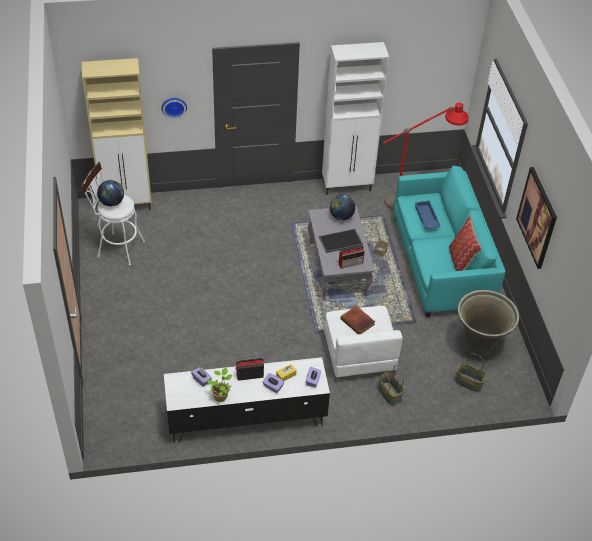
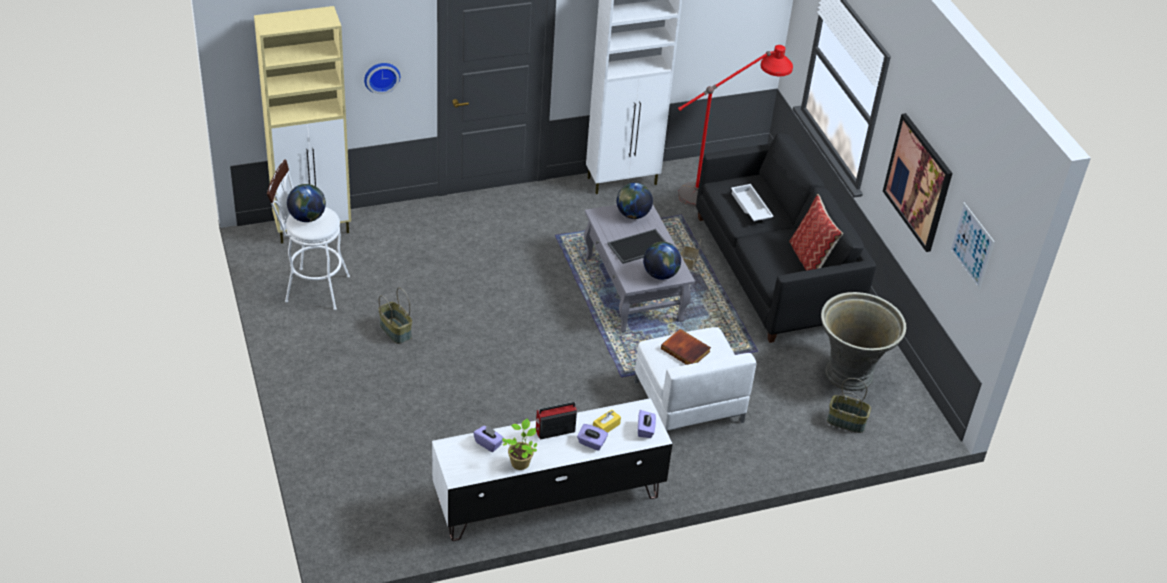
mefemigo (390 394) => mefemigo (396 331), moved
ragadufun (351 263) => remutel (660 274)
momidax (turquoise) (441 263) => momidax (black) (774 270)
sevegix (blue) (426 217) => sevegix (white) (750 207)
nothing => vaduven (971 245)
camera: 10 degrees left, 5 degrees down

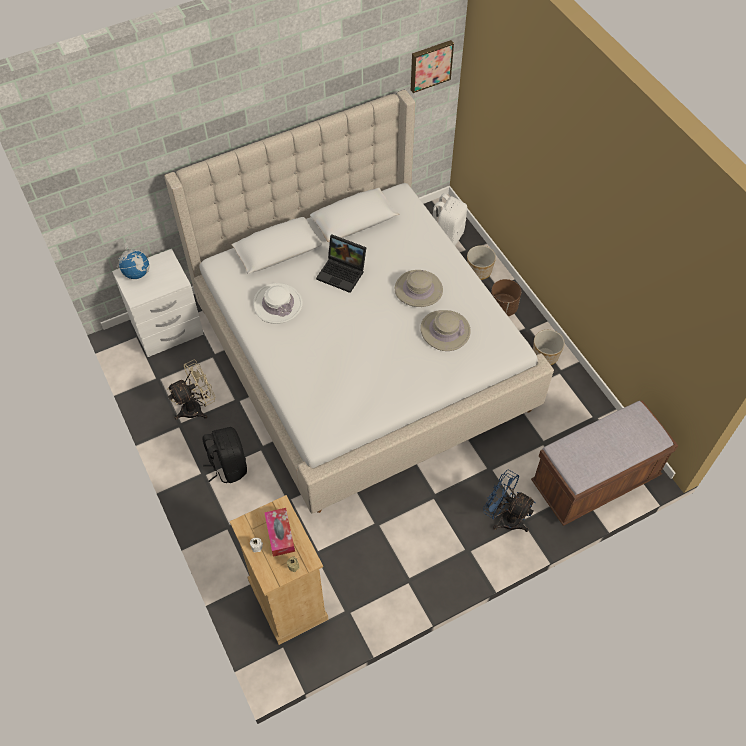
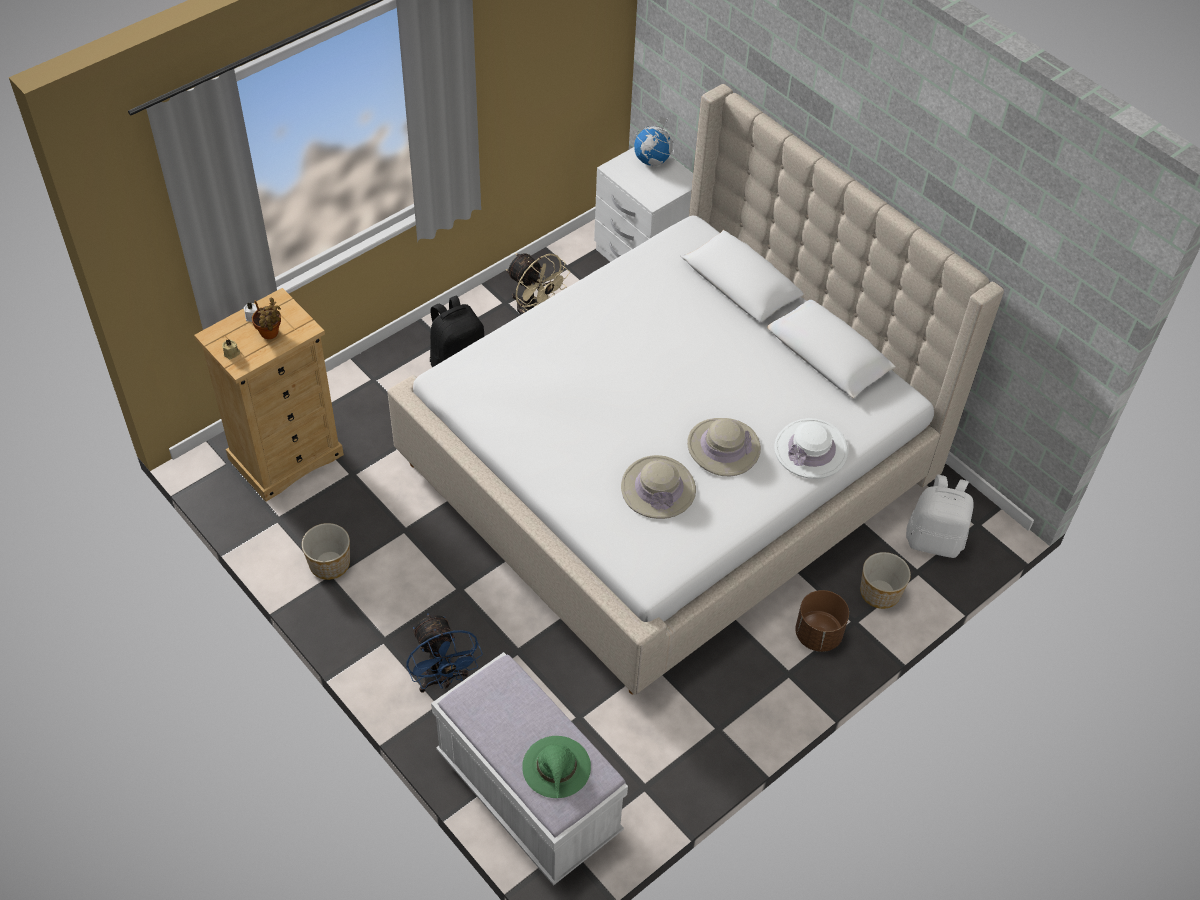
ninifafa (280 534) => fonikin (270 334)
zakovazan (545 356) => zakovazan (330 564), moved
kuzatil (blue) (504 517) => kuzatil (blue) (442 679), 135 degrees clockwise
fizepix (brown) (594 481) => fizepix (white) (528 795)
nothing => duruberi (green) (557 768)
duruberi (white) (278 304) => duruberi (white) (811 450), moved
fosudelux (343 273) => nothing
vaduven (430 65) => nothing
camera: 75 degrees right, 5 degrees down

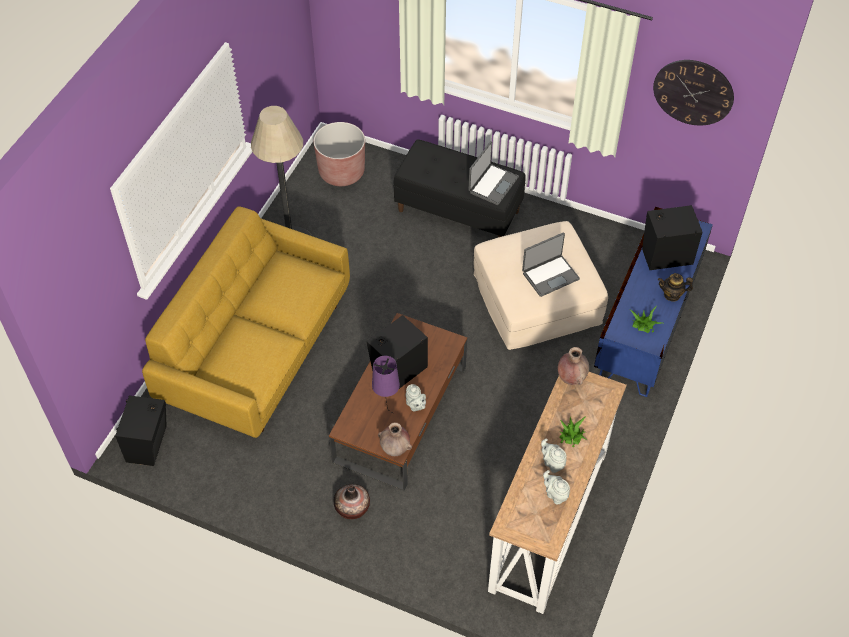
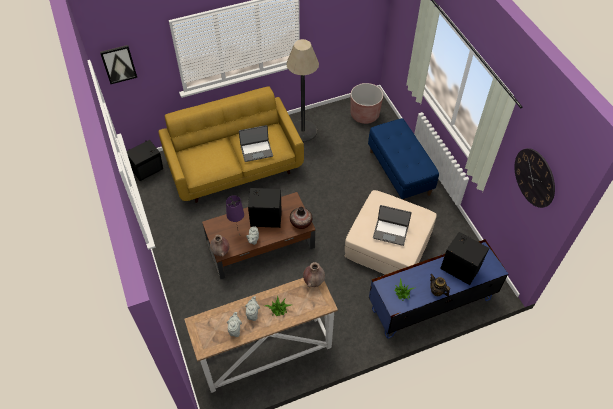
nothing => vaduven (118 64)
fosudelux (492 184) => fosudelux (256 150), moved
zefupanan (352 508) => zefupanan (301 223), moved
fizepix (black) (459 211) => fizepix (blue) (400 173)
camera: 45 degrees right, 0 degrees up

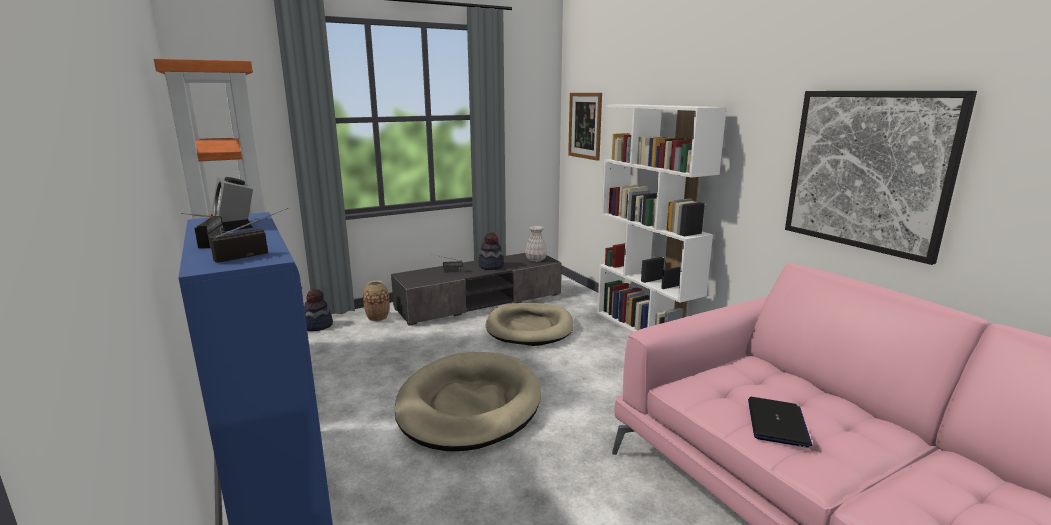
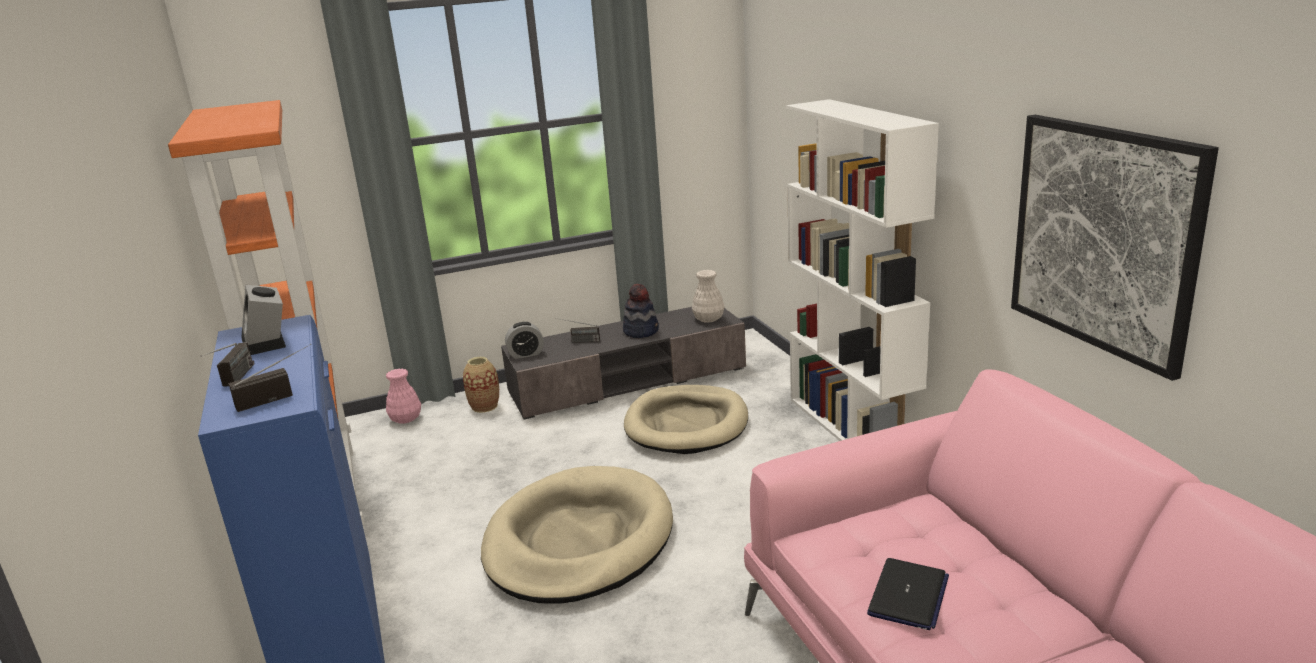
duruberi (317 326) => zefupanan (pink) (405 419)
nothing => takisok (526 354)
vaduven (585 125) => nothing
camera: 10 degrees right, 5 degrees up

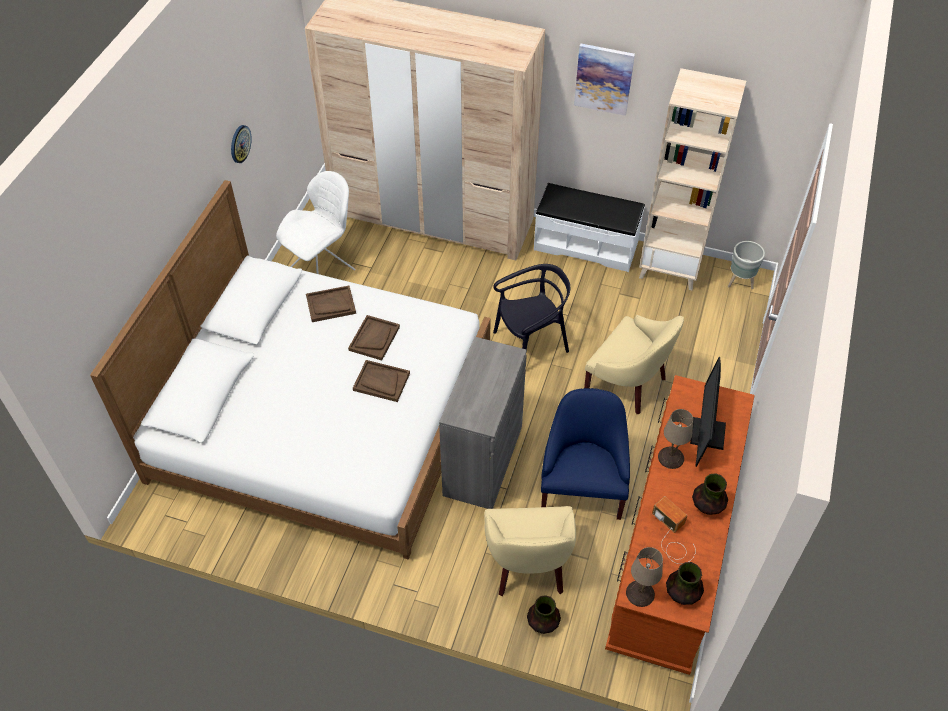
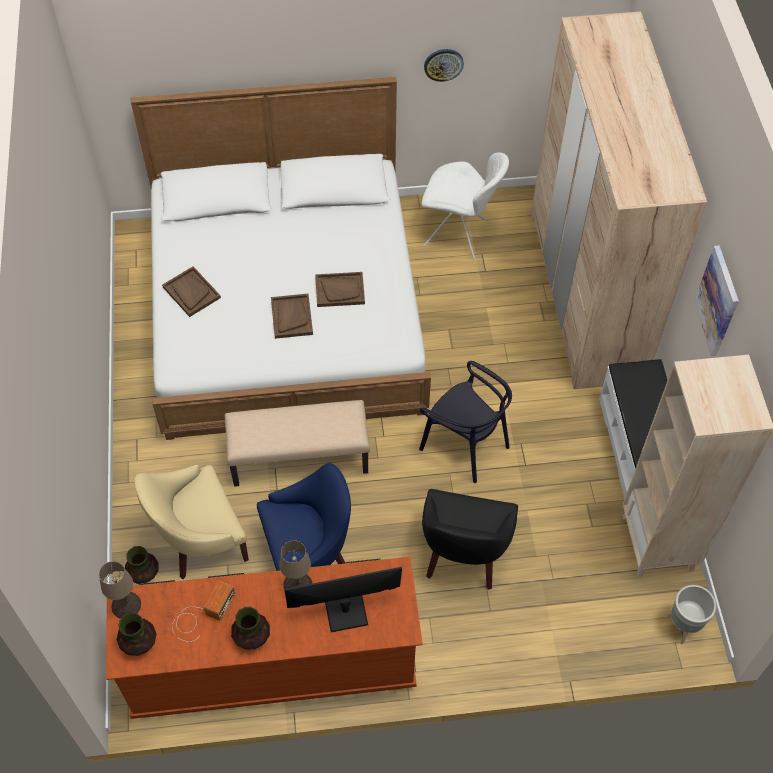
sevegix (brown) (330 305) => sevegix (brown) (191 292), moved
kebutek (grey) (483 460) => fizepix (beige) (300 457)
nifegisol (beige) (628 383) => nifegisol (black) (463 554)
camera: 65 degrees right, 5 degrees up

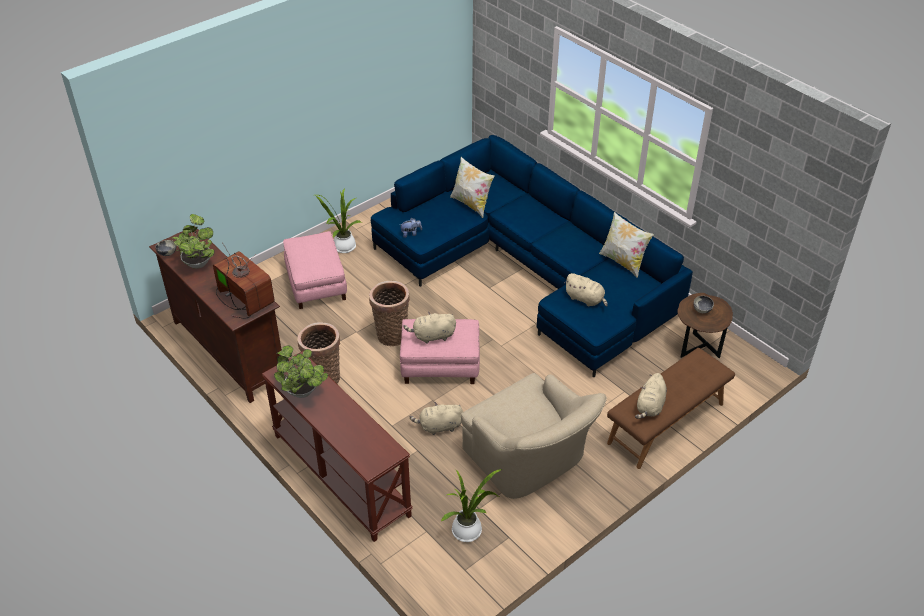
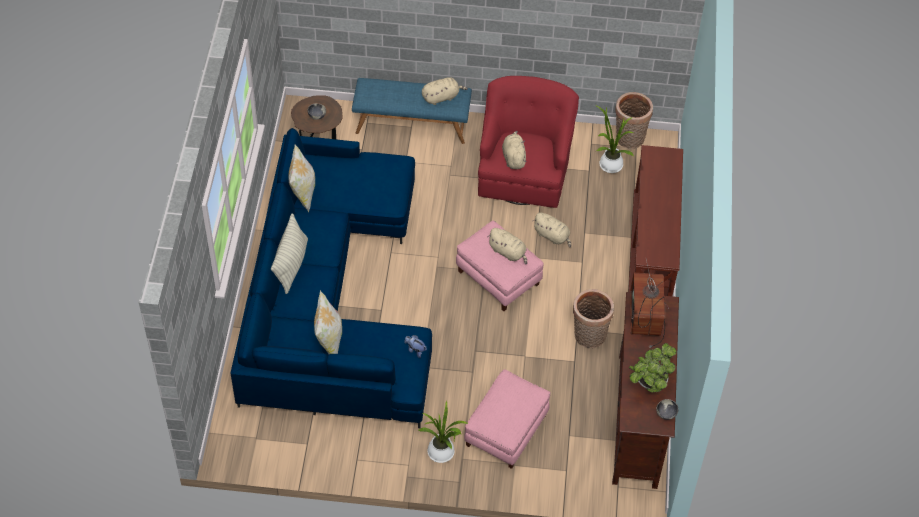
nothing => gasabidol (291 264)
fizepix (brown) (666 423) => fizepix (blue) (412 124)
nifegisol (beige) (530 461) => nifegisol (red) (524 171)
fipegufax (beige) (585 299) => fipegufax (beige) (513 157), moved
mefemigo (391 334) => mefemigo (629 139), moved
fonikin (304 393) => nothing
camera: 135 degrees left, 10 degrees up

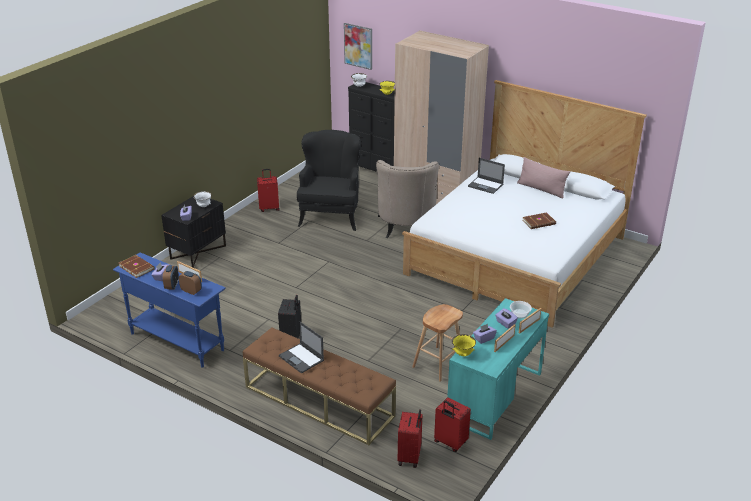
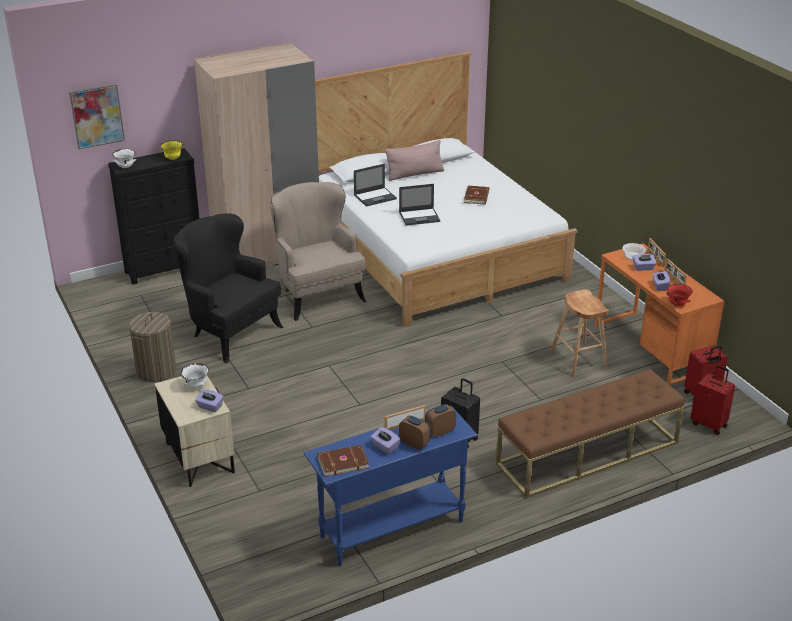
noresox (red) (269 208) => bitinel (156 371)
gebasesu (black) (198 252) => gebasesu (beige) (198 458)
nifegisol (beige) (406 229) => nifegisol (beige) (317 295), 150 degrees counterclockwise
fosudelux (301 358) => fosudelux (420 217), moved
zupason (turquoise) (494 396) => zupason (orange) (650 347)
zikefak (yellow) (463 354) => zikefak (red) (677 304)
camera: 60 degrees left, 0 degrees up

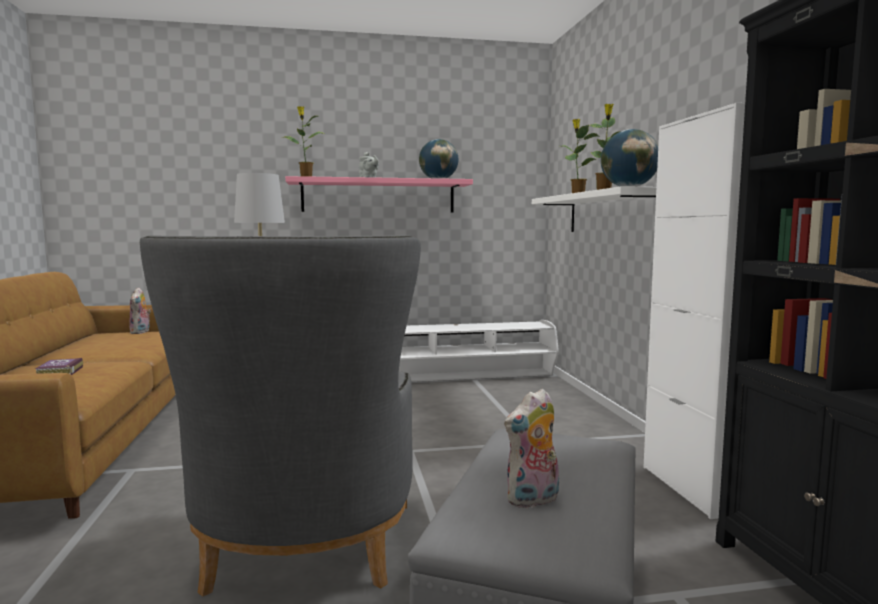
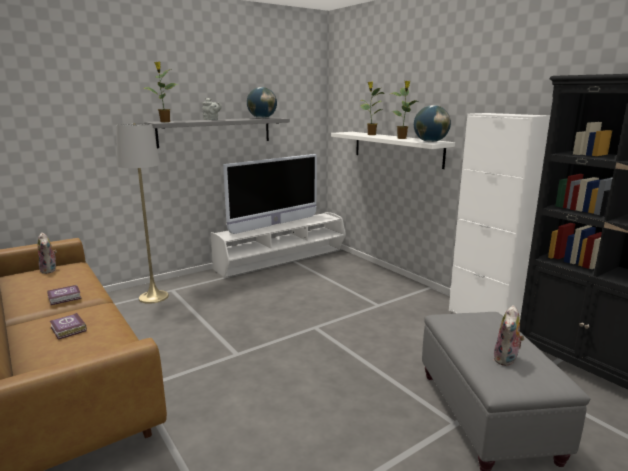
nothing => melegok (65 298)
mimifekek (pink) (378 196) => mimifekek (grey) (215 132)
nothing => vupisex (275 224)
nifegisol (grey) (301 558) => nothing
camera: 25 degrees left, 10 degrees up

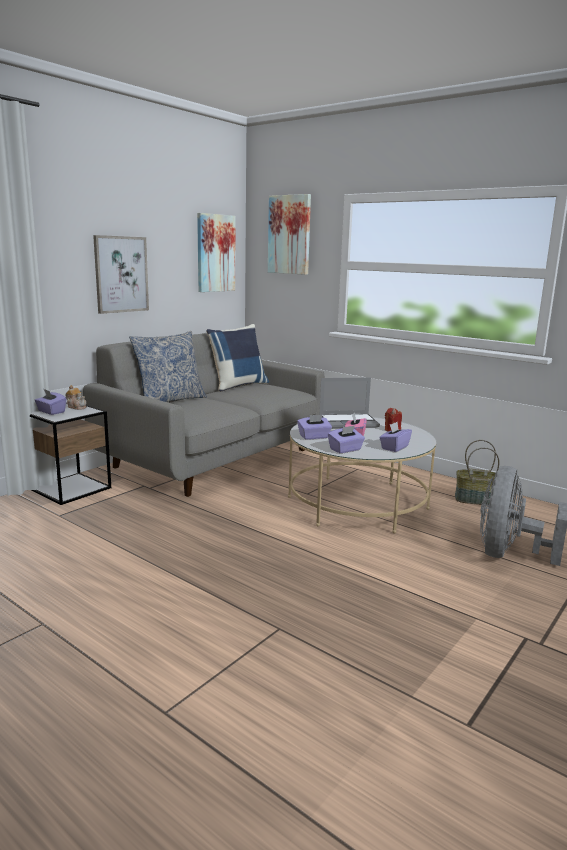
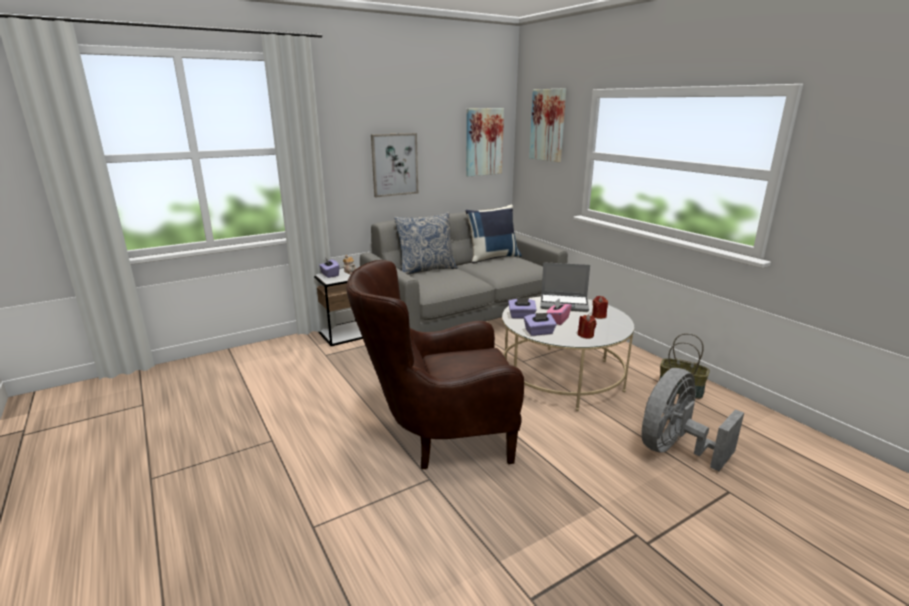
nothing => nifegisol (brown) (439 438)
ninifafa (purple) (394 447) => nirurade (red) (585 335)
camera: 20 degrees right, 5 degrees up

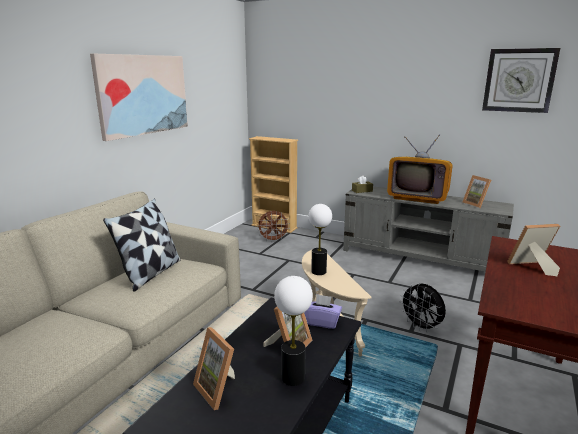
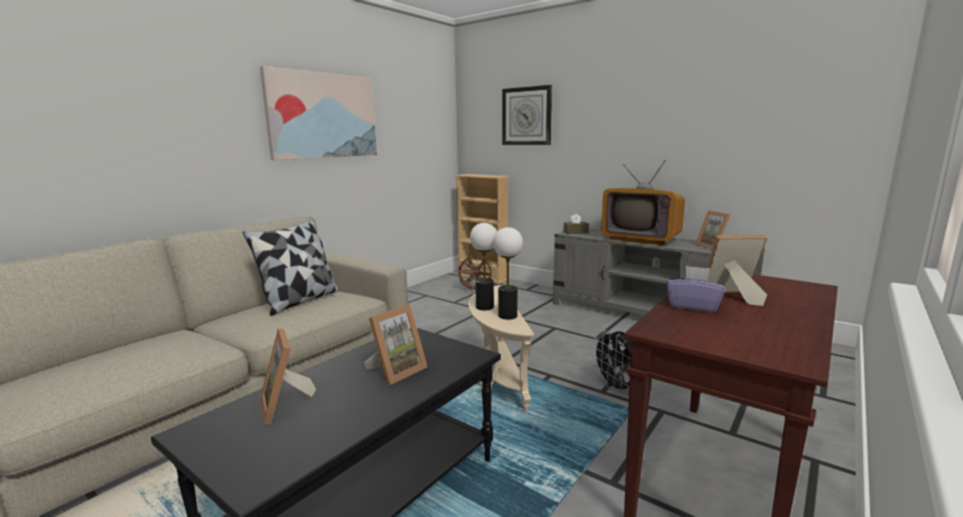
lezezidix (293 378) => lezezidix (507 316), moved
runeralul (519 80) => runeralul (526 116), moved
ninifafa (purple) (322 322) => ninifafa (purple) (693 306), moved
camera: 10 degrees right, 5 degrees down

